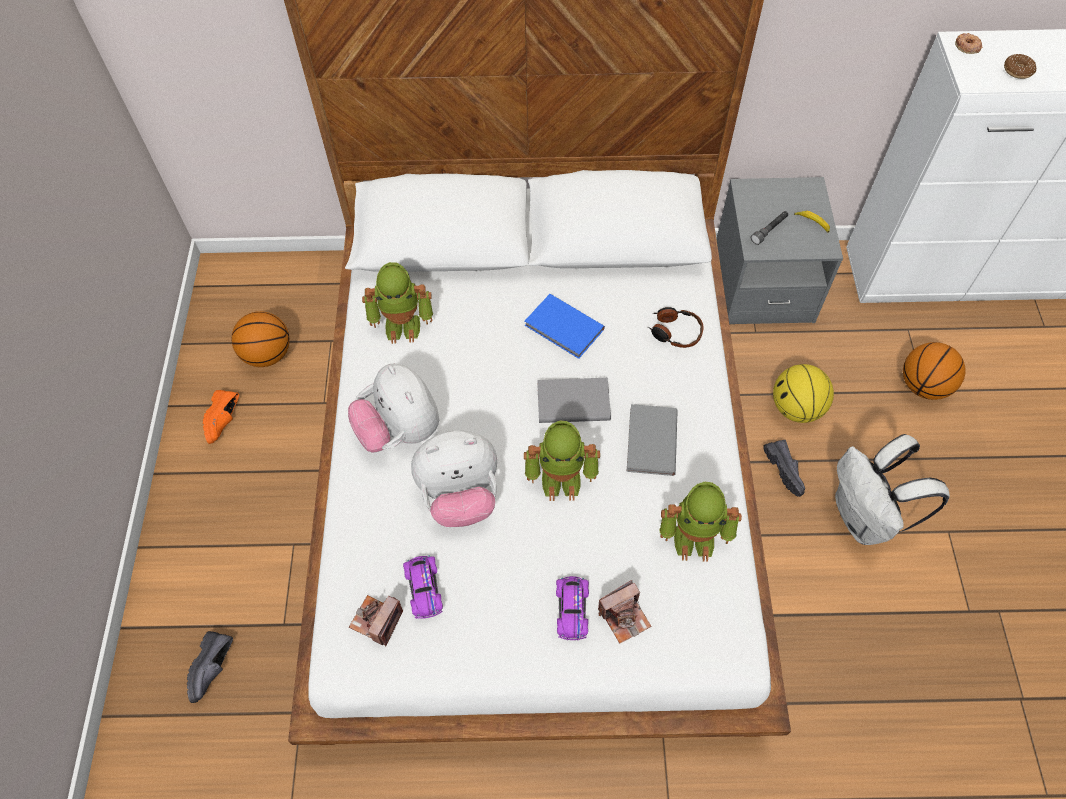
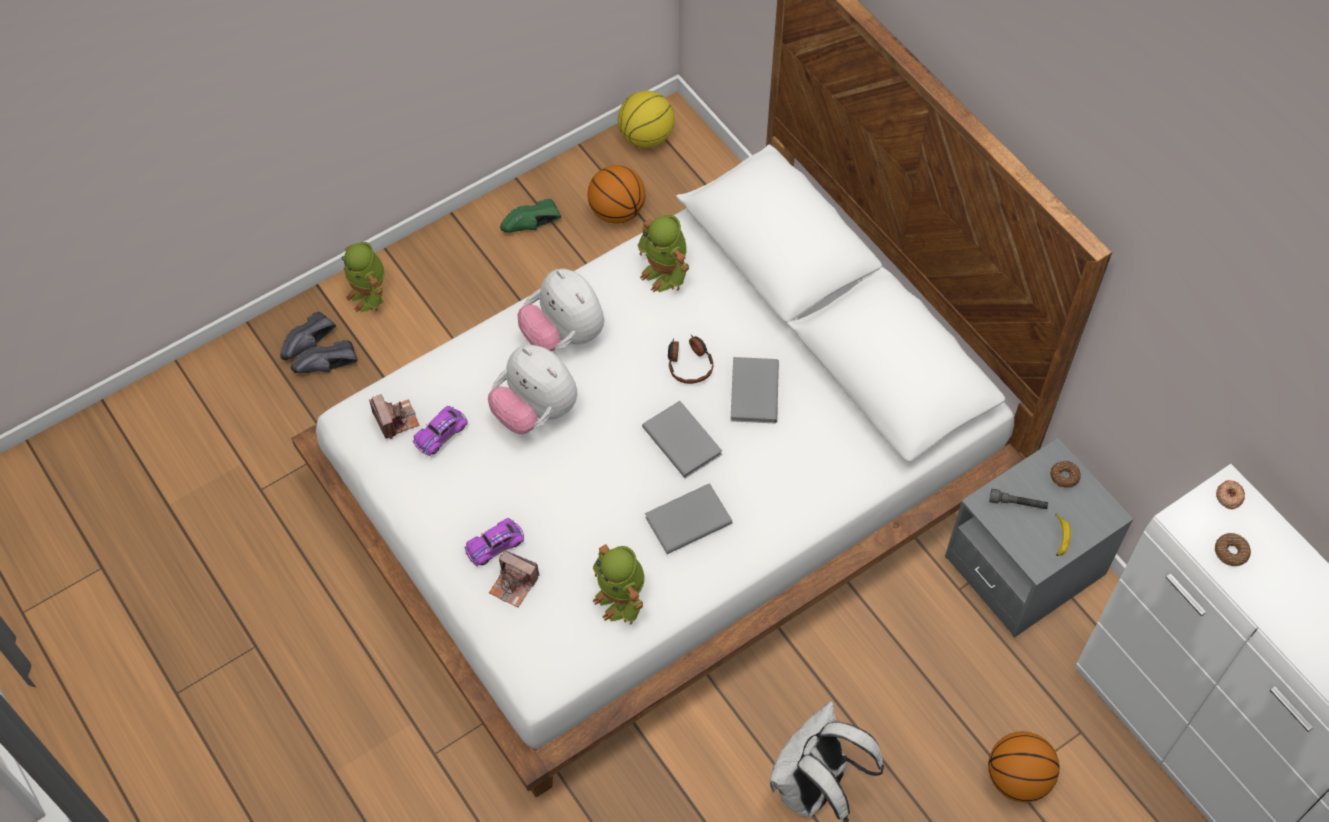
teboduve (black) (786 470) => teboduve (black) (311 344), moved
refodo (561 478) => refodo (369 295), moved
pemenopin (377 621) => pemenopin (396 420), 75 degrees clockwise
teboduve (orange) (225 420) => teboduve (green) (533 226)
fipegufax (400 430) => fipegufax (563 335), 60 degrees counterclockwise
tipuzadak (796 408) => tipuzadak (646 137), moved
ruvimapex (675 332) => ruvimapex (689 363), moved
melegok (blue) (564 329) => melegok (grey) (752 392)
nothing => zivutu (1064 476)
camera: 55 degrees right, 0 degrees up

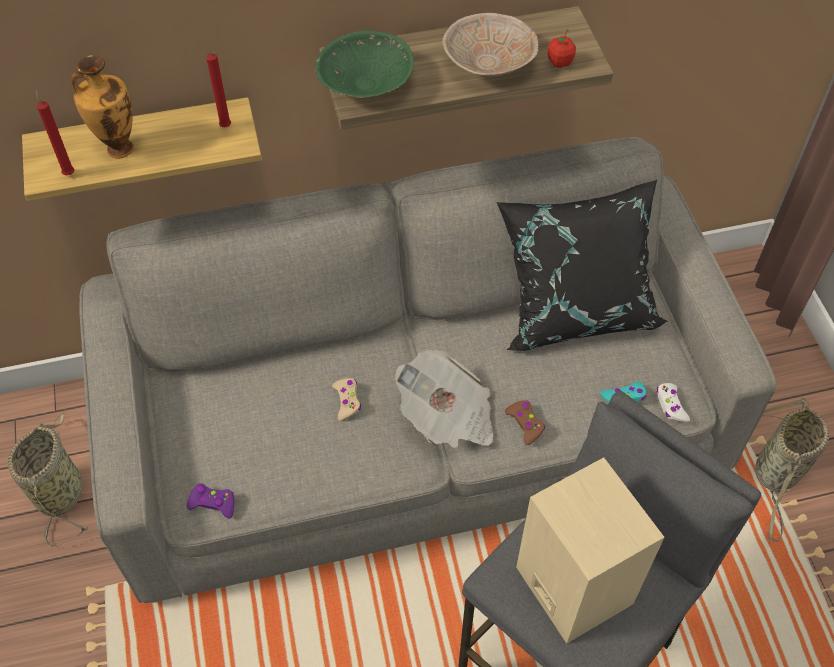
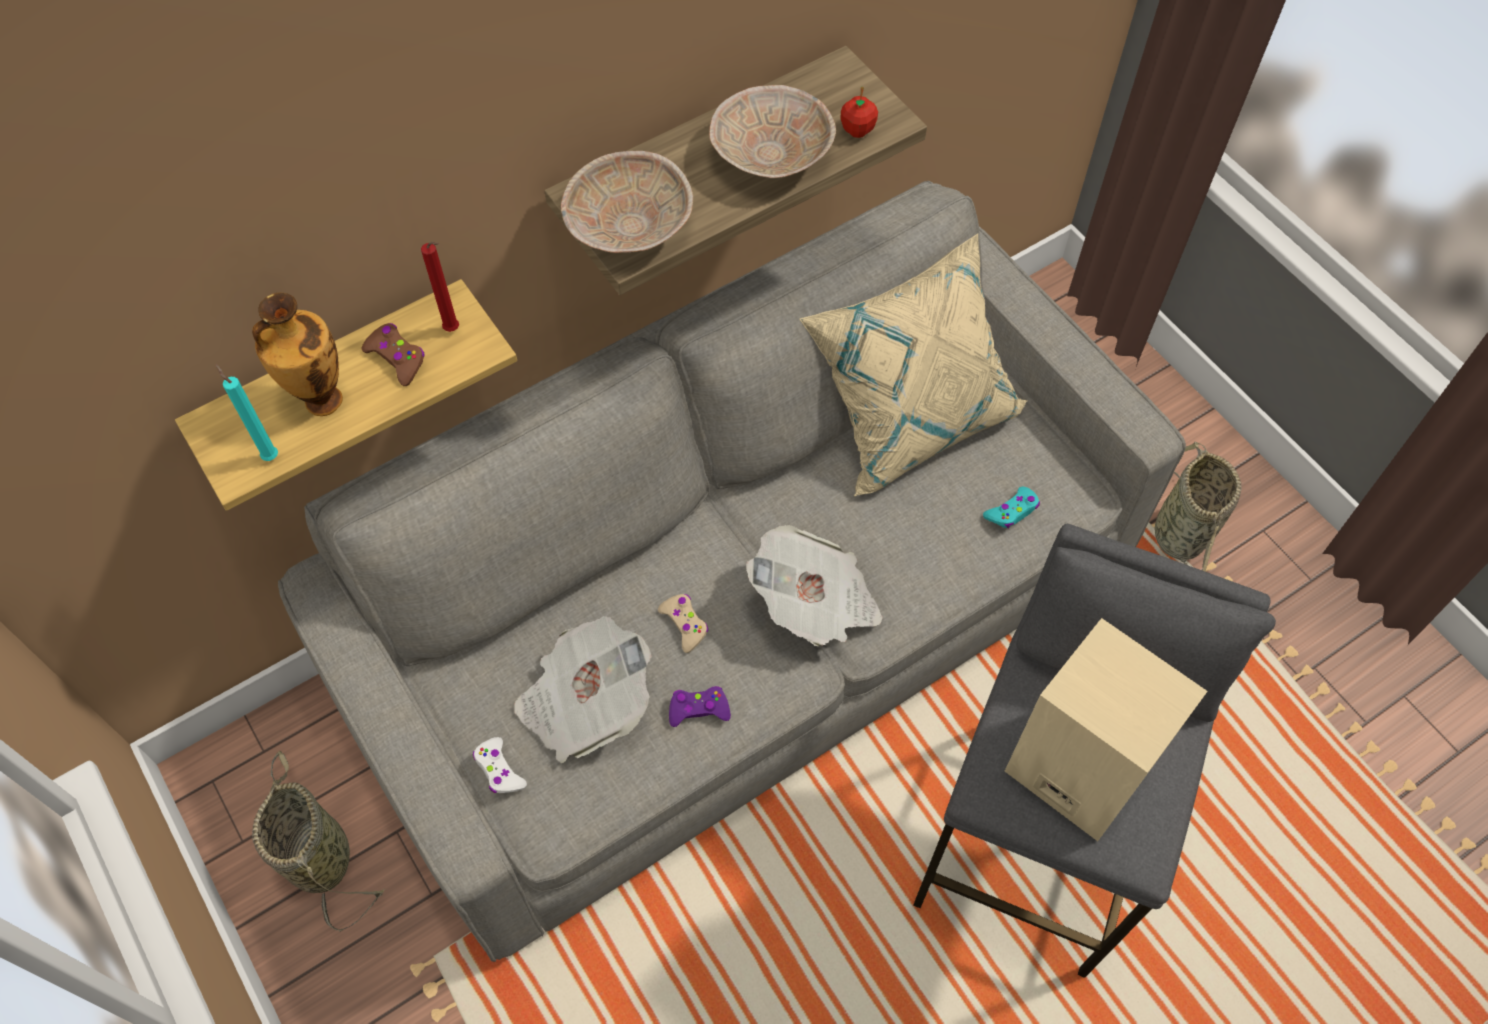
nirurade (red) (69 173) => nirurade (turquoise) (269 455)
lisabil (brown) (525 424) => lisabil (brown) (397 358), moved
lisabil (white) (670 406) => lisabil (white) (499 770), moved
nothing => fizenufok (585 703)
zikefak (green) (364 85) => zikefak (beige) (628 226)
lisabil (purple) (213 503) => lisabil (purple) (698 709), moved
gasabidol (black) (576 307) => gasabidol (beige) (911 415)
camera: 20 degrees left, 5 degrees up

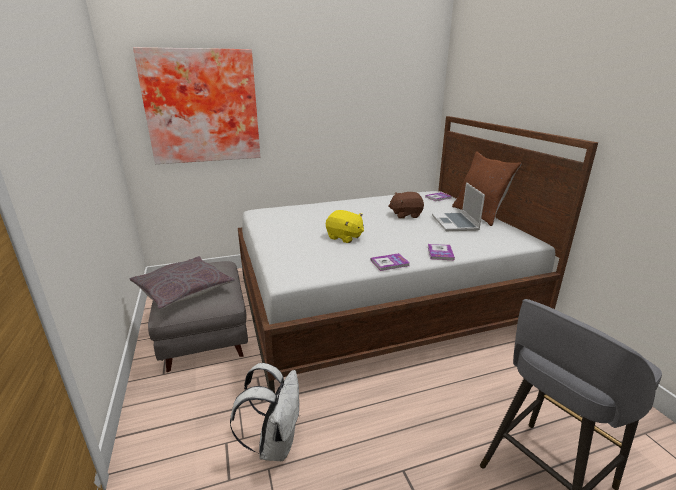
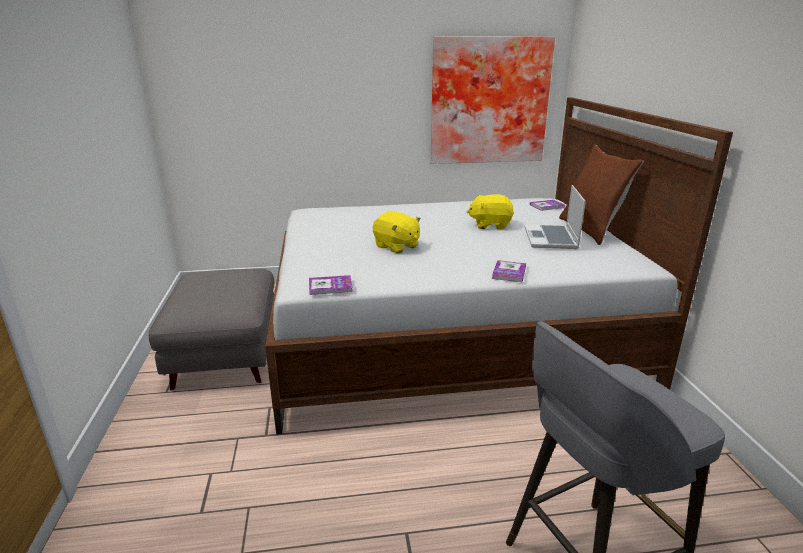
melegok (389 263) => melegok (330 286), moved
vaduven (202 107) => vaduven (488 101), moved
fipegufax (brown) (405 215) => fipegufax (yellow) (490 225)
gasabidol (grey) (184 289) => nothing
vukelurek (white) (275 443) => nothing
camera: 10 degrees right, 0 degrees up

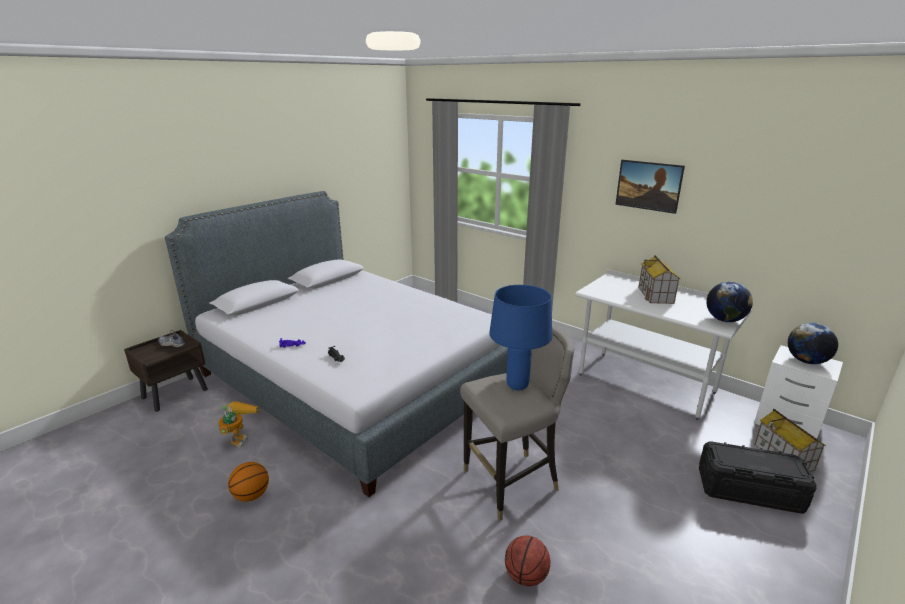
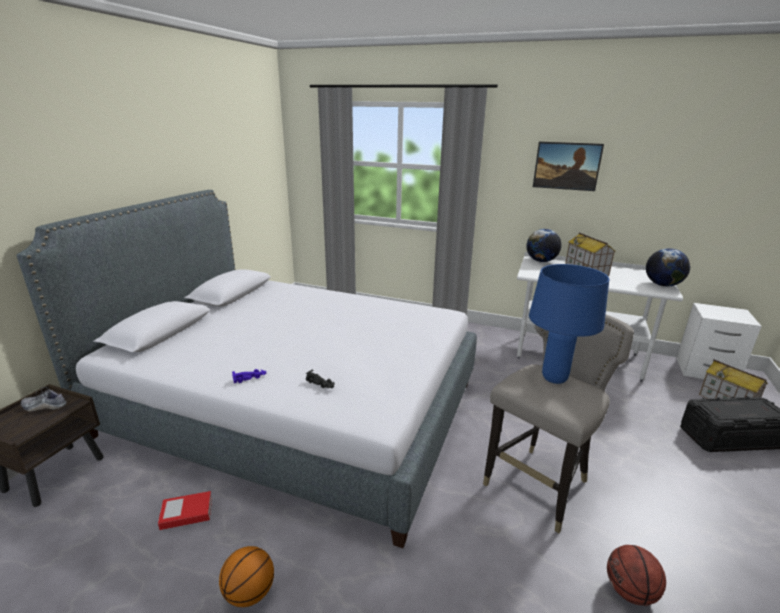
refodo (239 437) => melegok (187 513)
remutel (806 361) => remutel (541 261), moved
camera: 20 degrees left, 0 degrees up

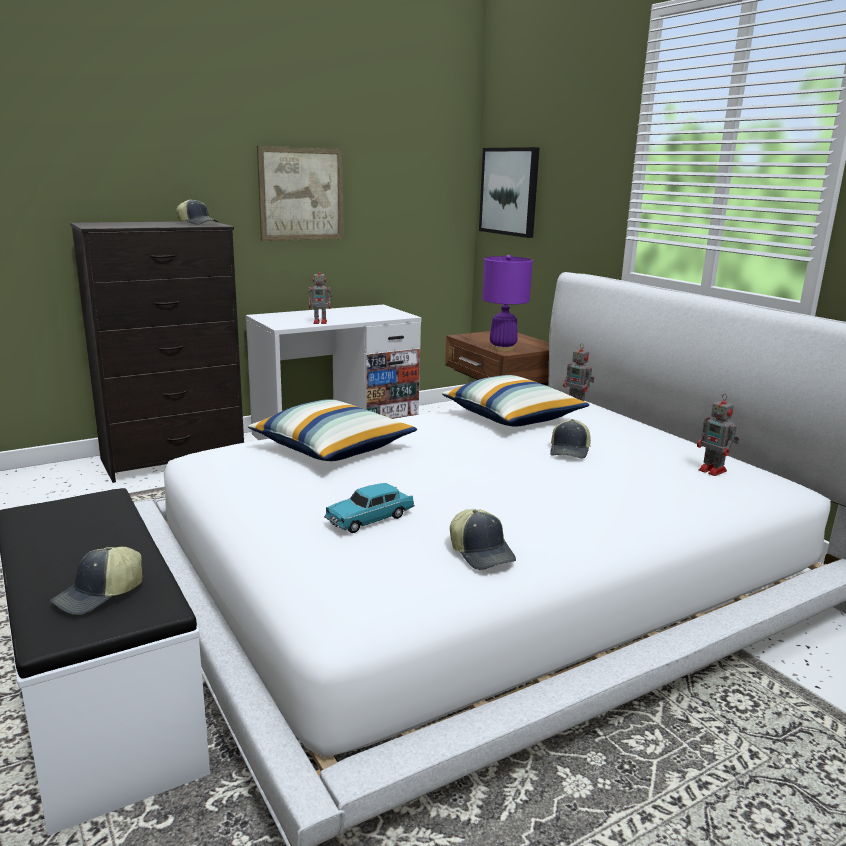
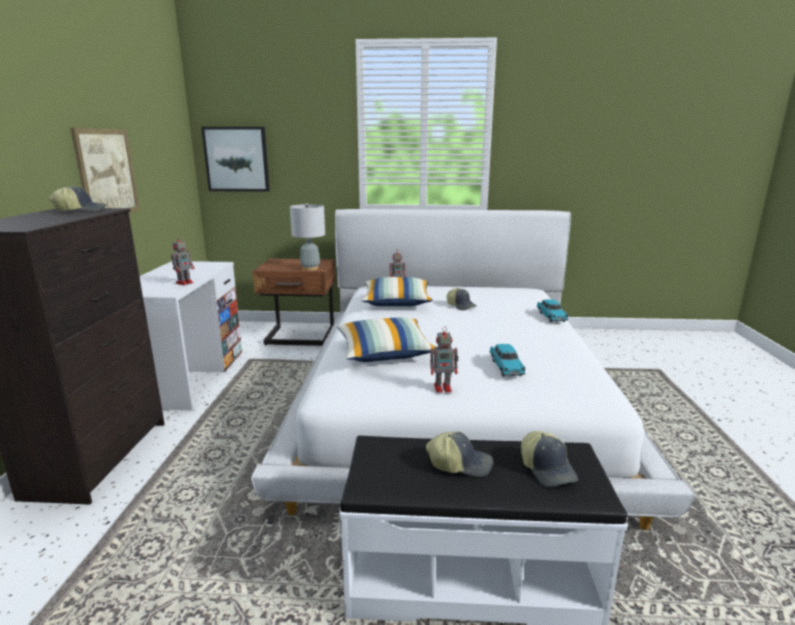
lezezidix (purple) (502 349) => lezezidix (grey) (310 268)
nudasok (482 553) => nudasok (460 463), moved
refodo (713 471) => refodo (443 388), moved
nothing => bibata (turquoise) (551 317)
camera: 55 degrees left, 0 degrees up

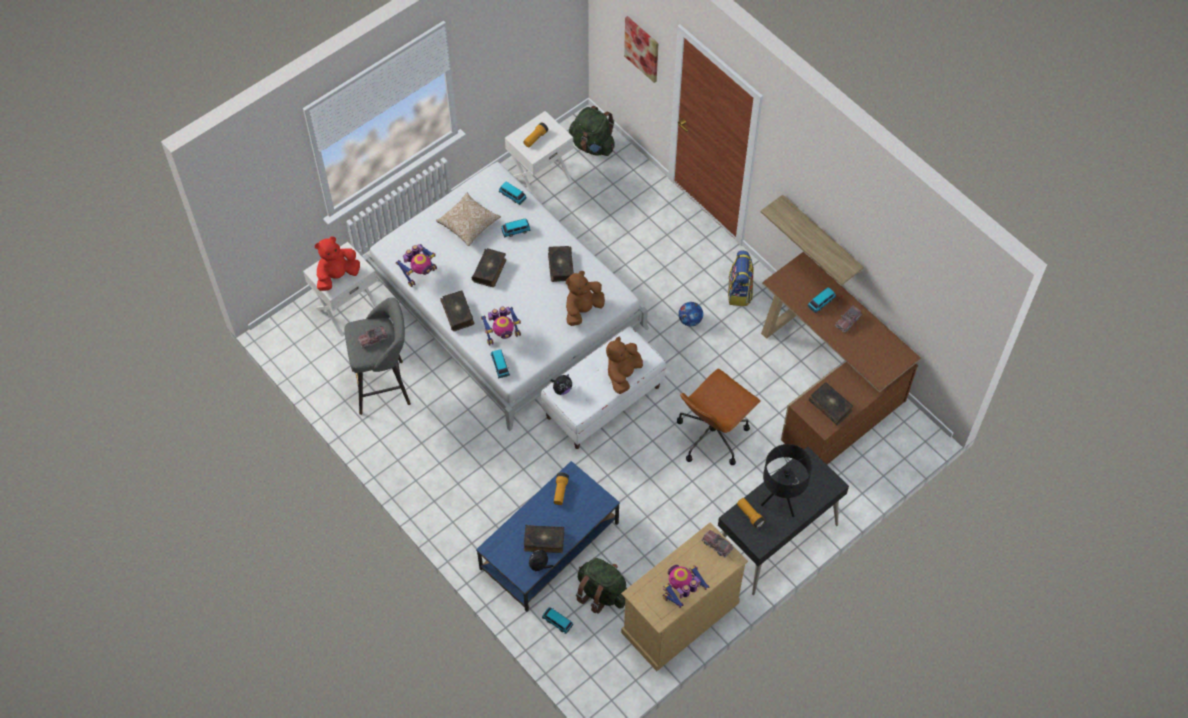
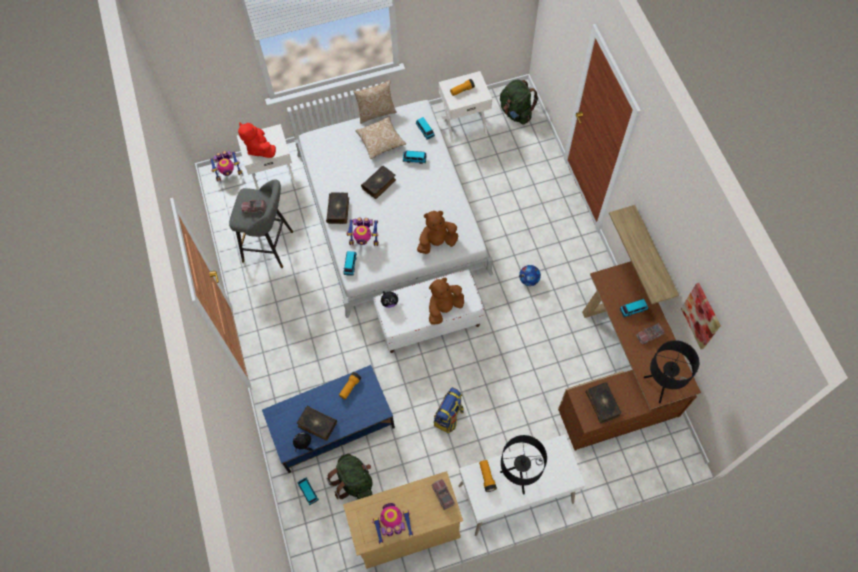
refodo (420 273) => refodo (229 173), moved
fipegufax (red) (337 276) => fipegufax (red) (259 148), 105 degrees counterclockwise
nothing => gasabidol (376 113)
vukelurek (740 292) => vukelurek (449 417), moved
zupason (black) (776 540) => zupason (white) (516 494)
nothing => lezezidix (black) (661 386)
vaduven (642 49) => vaduven (701 316), moved
melegok (560 266) => nothing
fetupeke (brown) (712 434) => nothing
camera: 25 degrees right, 5 degrees up

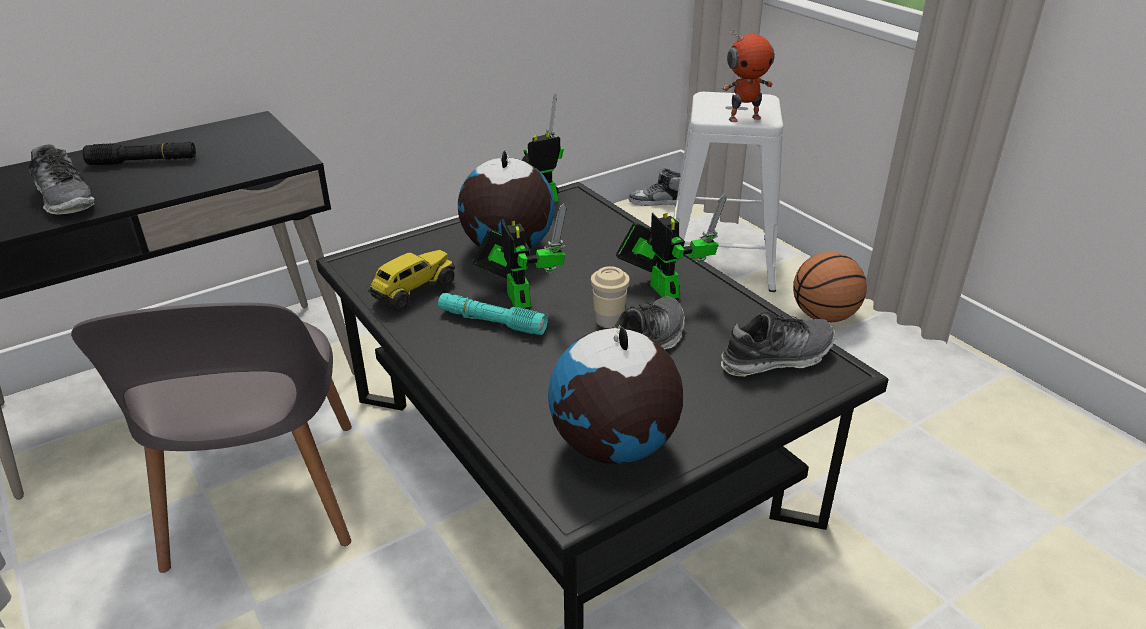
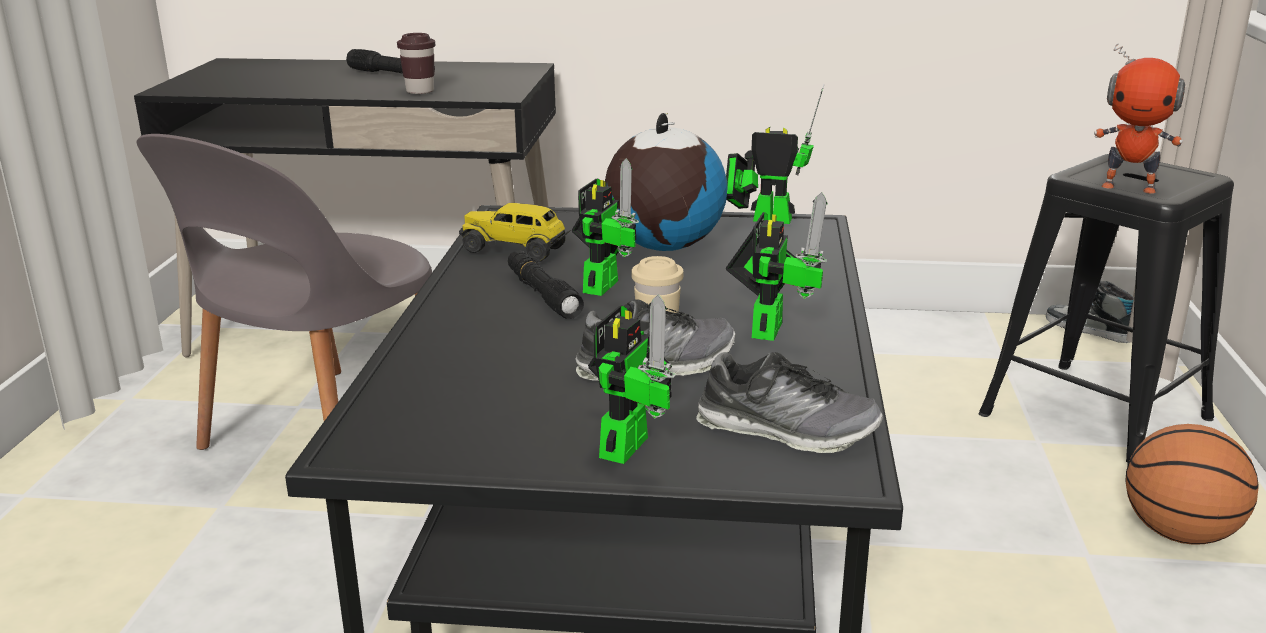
nothing => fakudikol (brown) (420 91)
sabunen (413 291) => sabunen (515 250), 150 degrees counterclockwise
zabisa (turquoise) (491 322) => zabisa (black) (543 294)
nothing => refodo (628 442)
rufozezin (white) (720 260) => rufozezin (black) (1096 416)
teboduve (66 198) => nothing
remutel (613 446) => nothing
camera: 40 degrees right, 10 degrees down

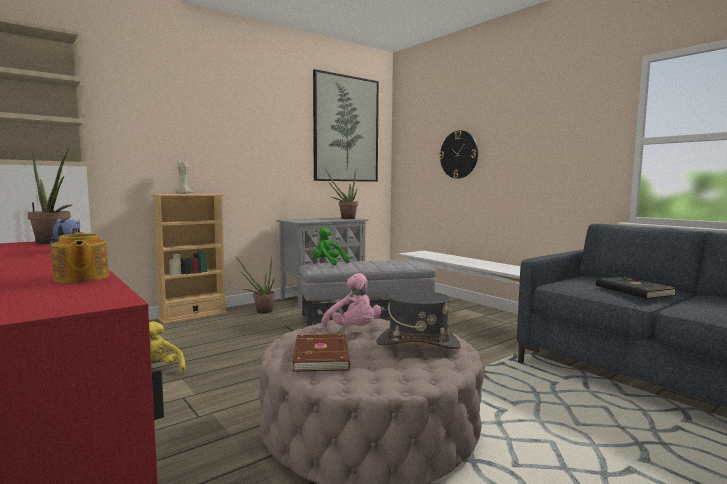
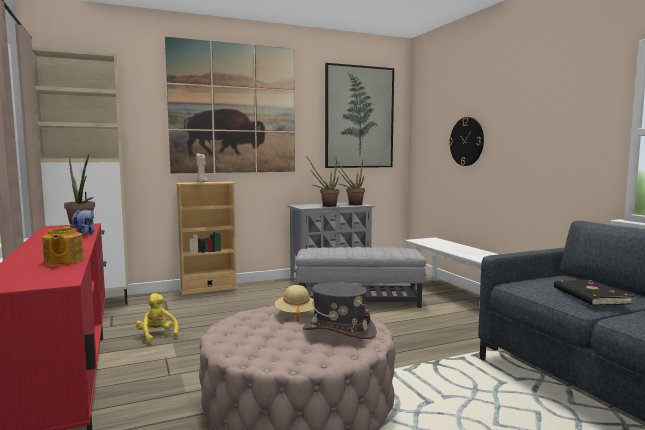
nothing => vaduven (234 109)
fipegufax (pink) (353 330) => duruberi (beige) (296 314)
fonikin (260 311) => fonikin (326 206), moved
melegok (brown) (323 356) => nothing
fipegufax (green) (328 263) => nothing
camera: 15 degrees right, 0 degrees up

